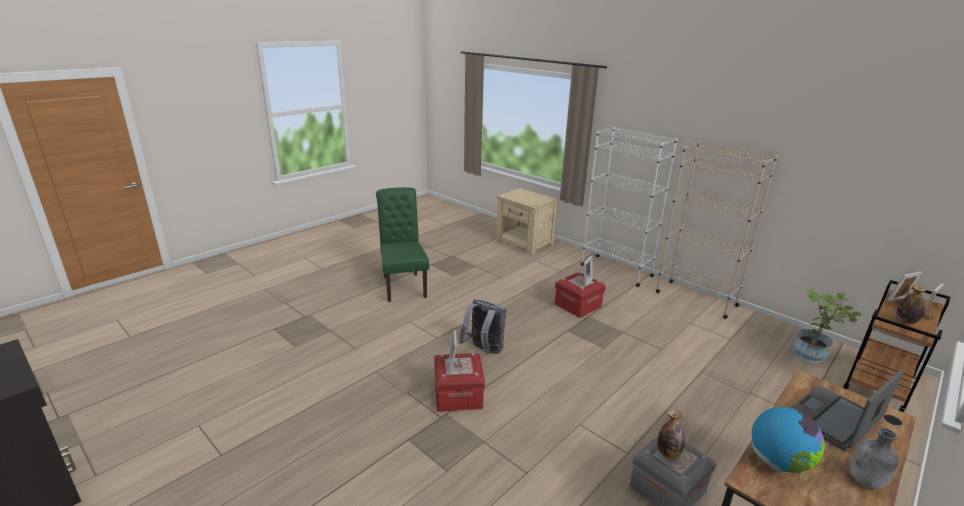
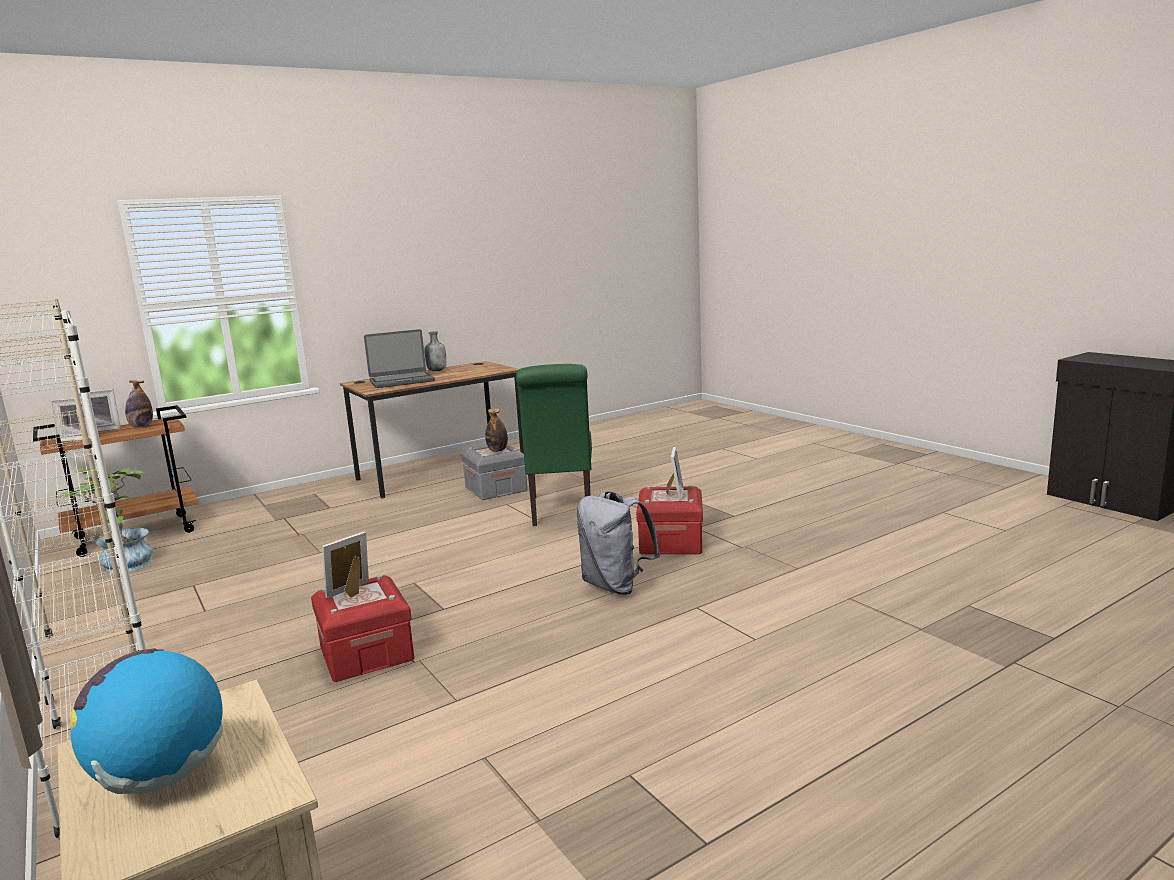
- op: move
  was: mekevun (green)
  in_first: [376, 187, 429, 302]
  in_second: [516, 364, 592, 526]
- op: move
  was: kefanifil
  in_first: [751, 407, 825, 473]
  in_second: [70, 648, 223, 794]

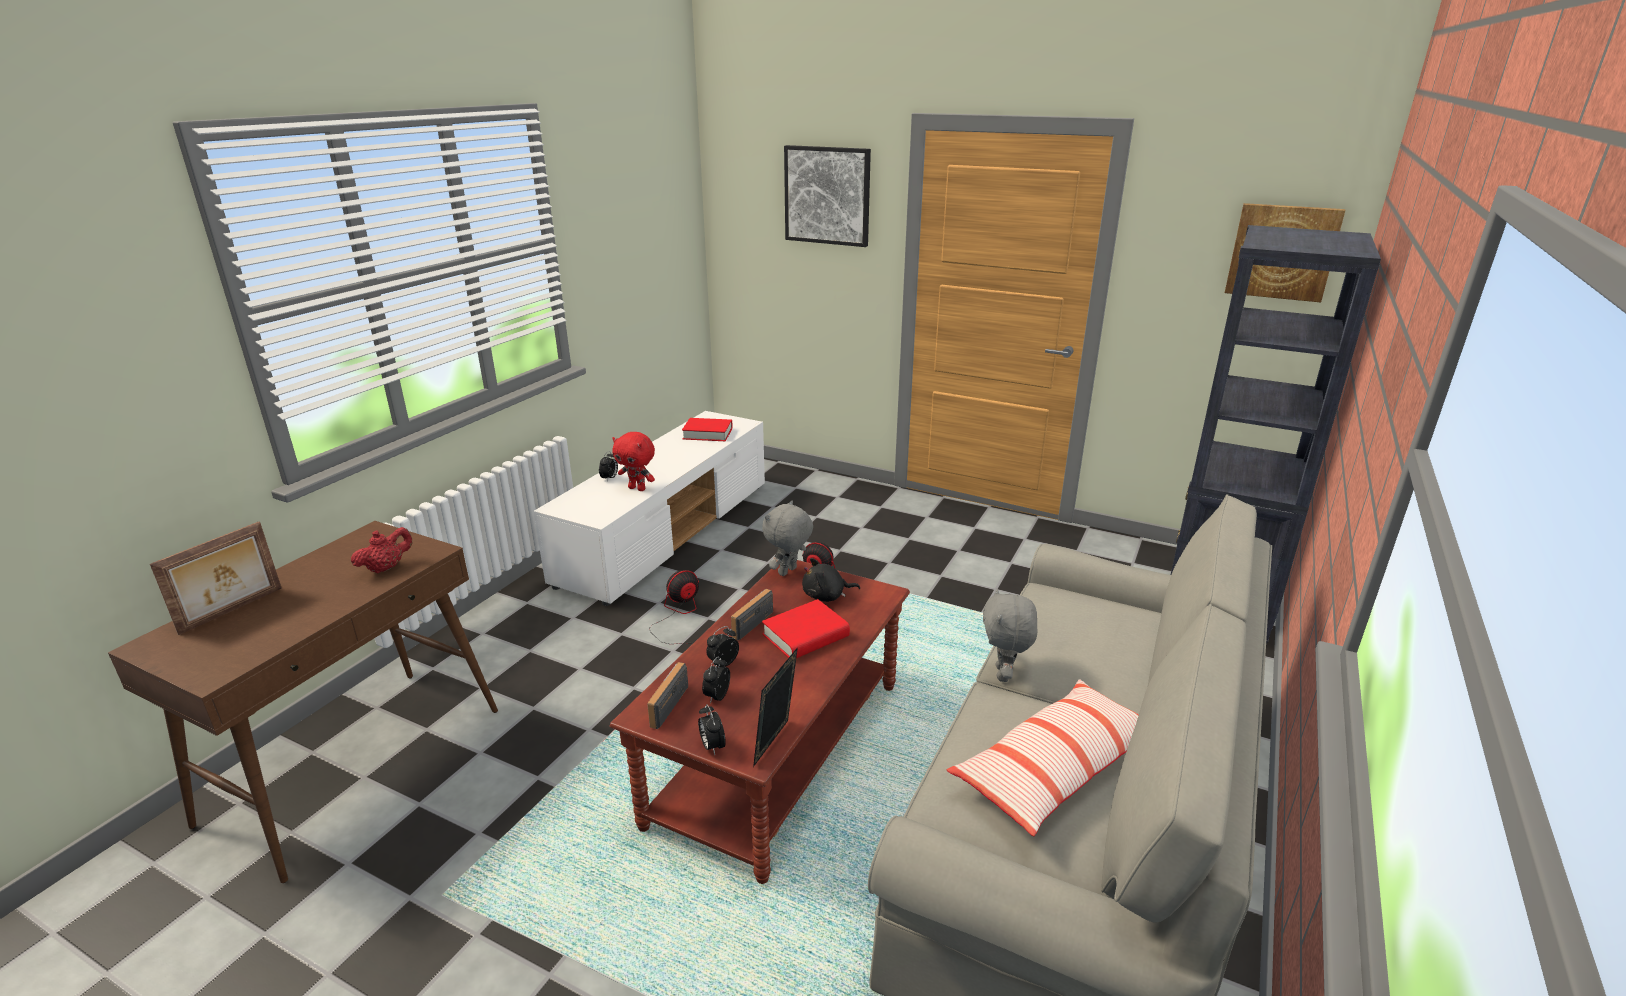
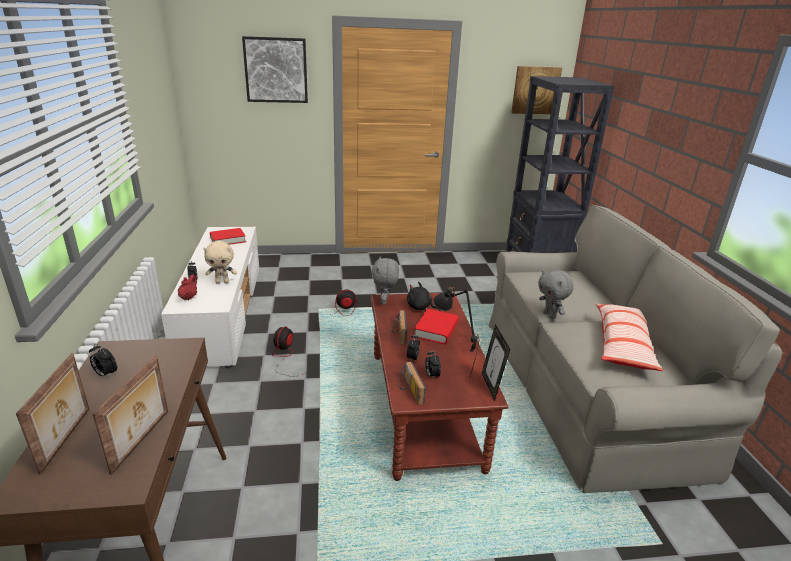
- op: insert
  now: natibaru
  in_second: [92, 356, 168, 475]
- op: insert
  now: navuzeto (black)
  in_second: [433, 285, 479, 378]
- op: move
  was: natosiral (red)
  in_first: [351, 527, 412, 573]
  in_second: [178, 275, 197, 301]
- op: move
  was: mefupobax
  in_first: [698, 704, 726, 755]
  in_second: [89, 344, 117, 377]
- op: recolor
  was: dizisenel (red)
  now: dizisenel (beige)
  in_first: [612, 432, 655, 491]
  in_second: [203, 241, 237, 283]
- op: rotate
  was: dizisenel (black)
  in_first: [802, 558, 860, 602]
  in_second: [407, 282, 441, 311]
  clockwise: 75

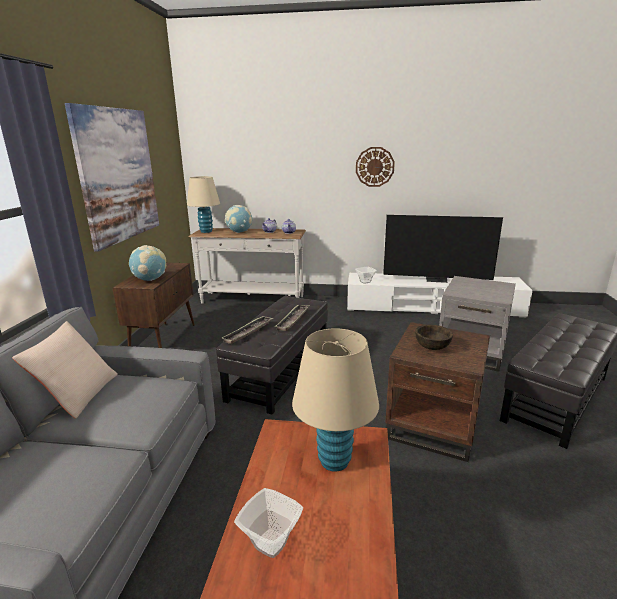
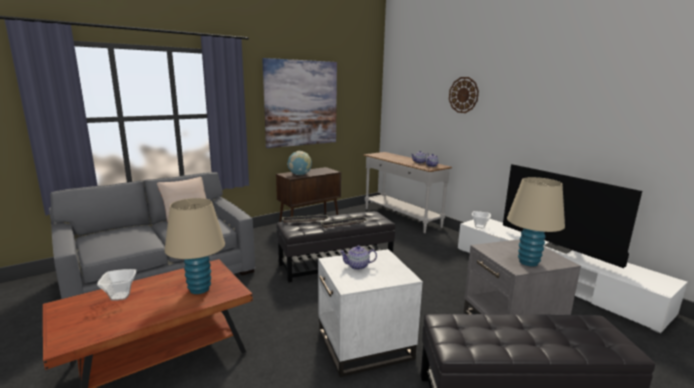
- op: delete
  was: kefanifil
  in_first: [225, 205, 252, 233]
- op: move
  was: navuzeto (beige)
  in_first: [187, 176, 220, 233]
  in_second: [507, 177, 565, 267]
- op: move
  was: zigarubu
  in_first: [356, 147, 395, 187]
  in_second: [449, 77, 479, 113]
- op: replace
  was: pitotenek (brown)
  now: natosiral
  in_first: [415, 325, 453, 350]
  in_second: [339, 245, 377, 270]
- op: recolor
  was: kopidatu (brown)
  now: kopidatu (white)
  in_first: [385, 322, 490, 462]
  in_second: [318, 249, 423, 377]

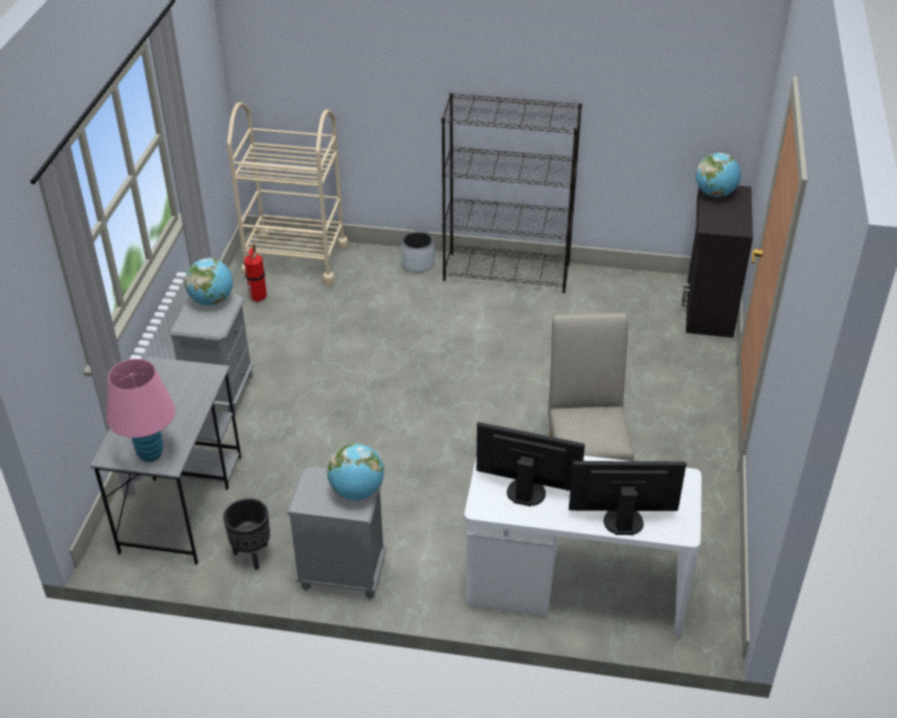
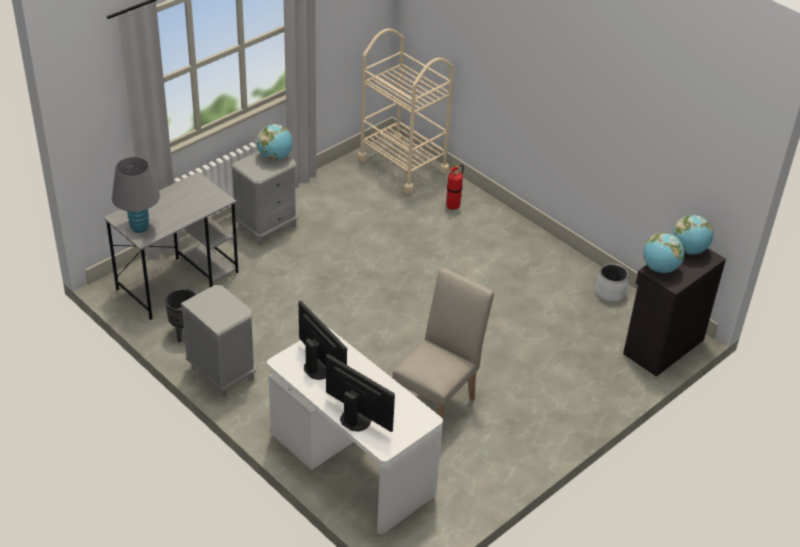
- op: delete
  was: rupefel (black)
  in_first: [441, 93, 582, 293]
- op: move
  was: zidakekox
  in_first: [244, 244, 267, 302]
  in_second: [446, 164, 464, 210]
- op: move
  was: kefanifil
  in_first: [327, 443, 384, 500]
  in_second: [643, 233, 685, 273]
- op: move
  was: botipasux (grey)
  in_first: [401, 230, 435, 272]
  in_second: [596, 263, 630, 302]
- op: recolor
  was: navuzeto (pink)
  now: navuzeto (grey)
  in_first: [107, 359, 175, 462]
  in_second: [112, 157, 160, 233]

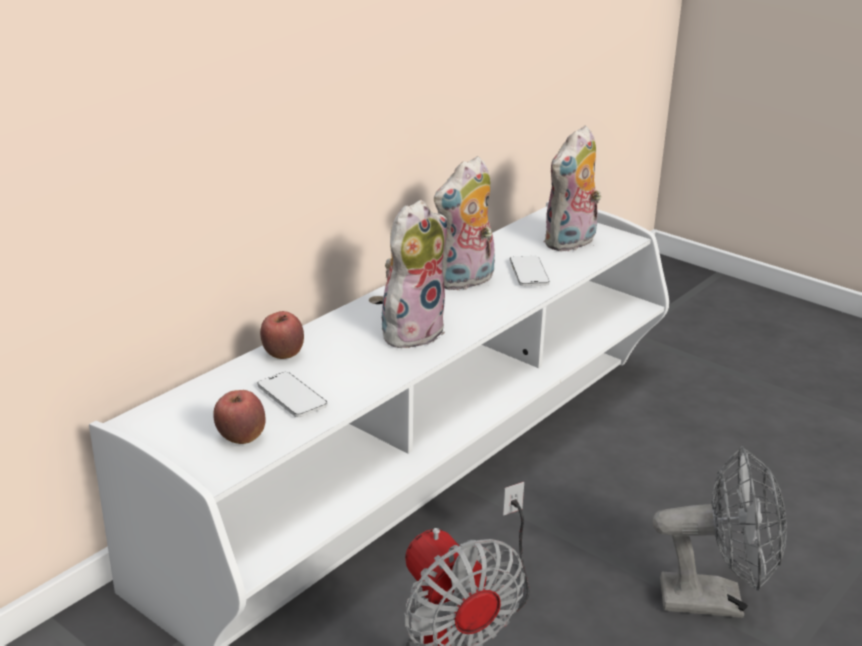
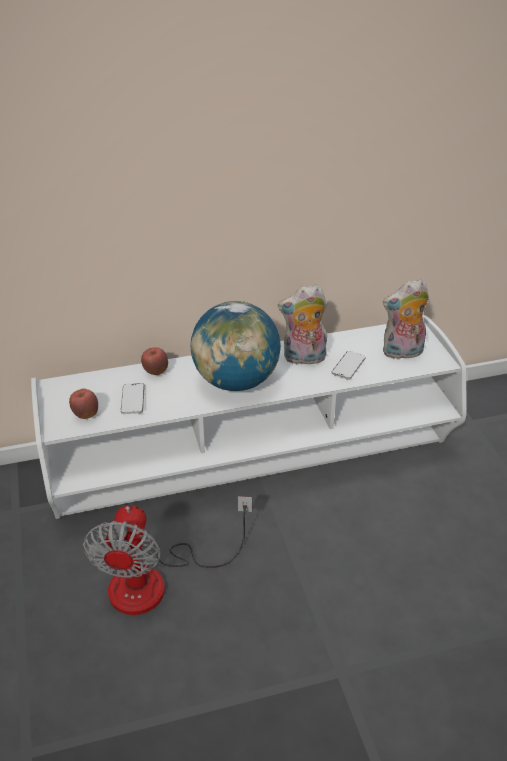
- op: delete
  was: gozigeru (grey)
  in_first: [653, 446, 787, 618]
- op: replace
  was: dizisenel
  now: kefanifil
  in_first: [382, 200, 447, 350]
  in_second: [191, 301, 281, 391]

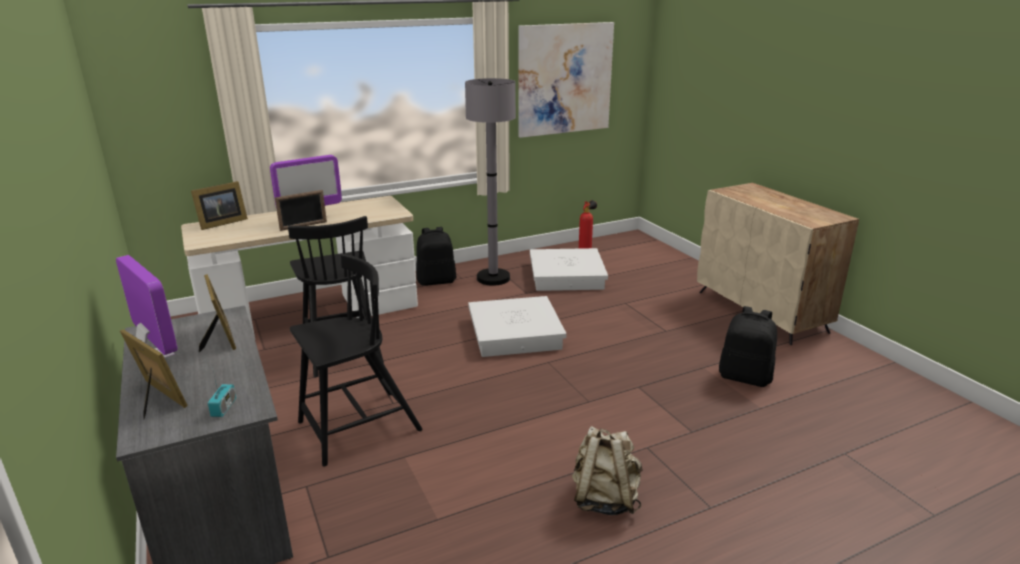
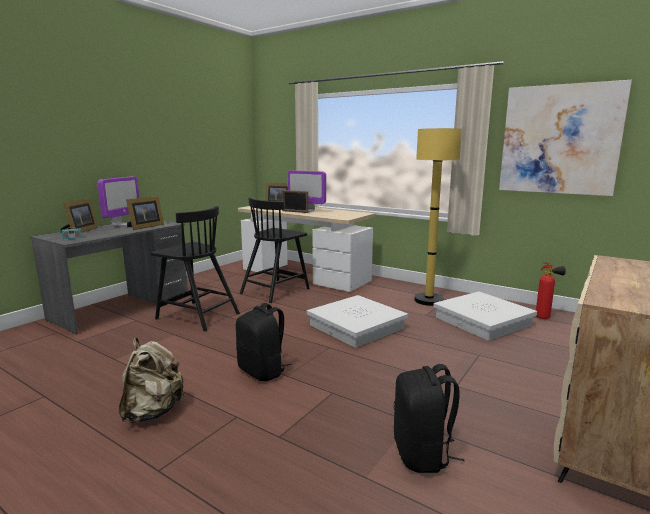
- op: move
  was: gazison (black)
  in_first: [416, 227, 457, 286]
  in_second: [236, 303, 291, 381]
- op: recolor
  was: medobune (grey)
  now: medobune (yellow)
  in_first: [465, 78, 516, 286]
  in_second: [414, 128, 462, 306]

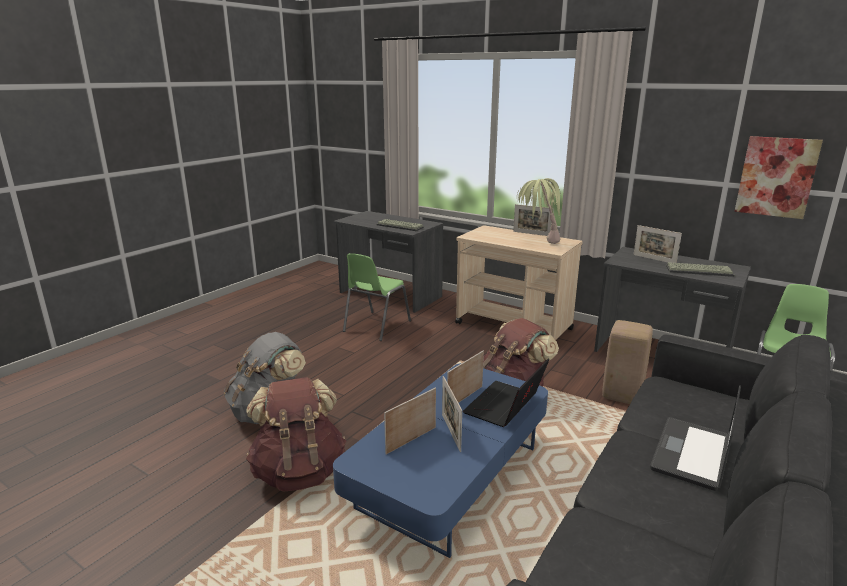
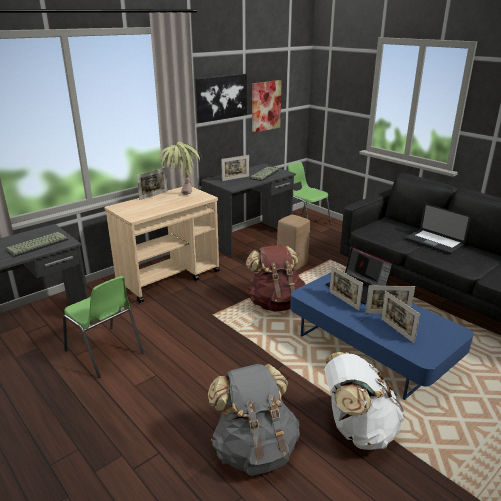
- op: insert
  now: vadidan
  in_second: [195, 74, 247, 123]
- op: recolor
  was: gazison (brown)
  now: gazison (white)
  in_first: [246, 377, 346, 492]
  in_second: [324, 352, 405, 450]

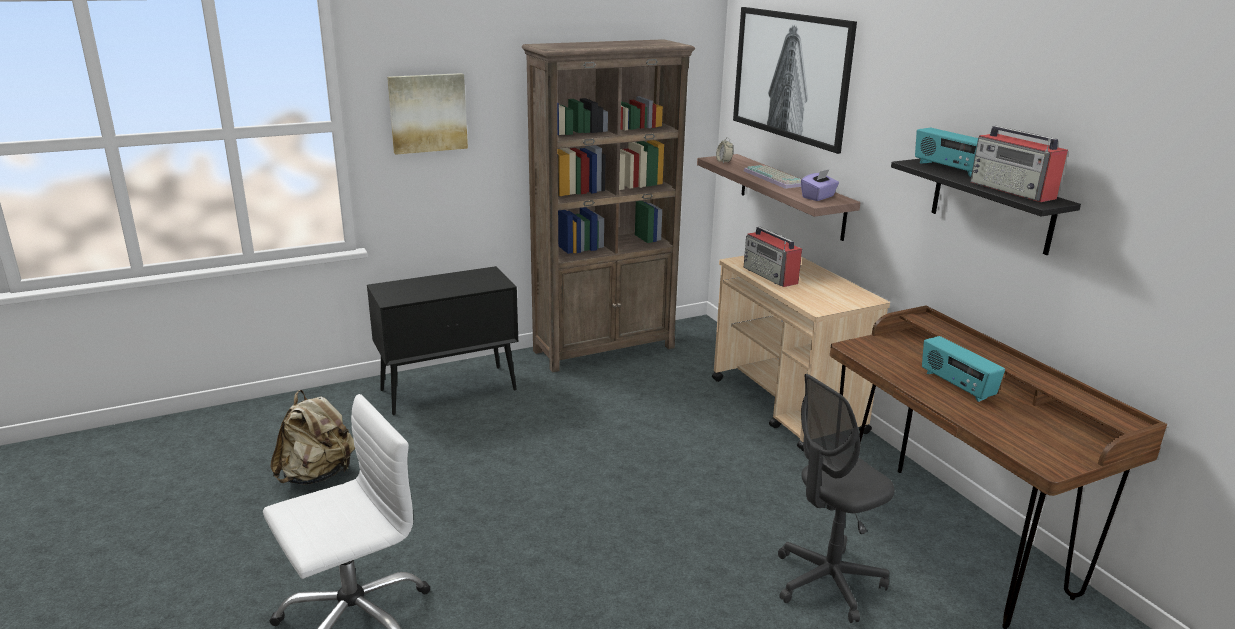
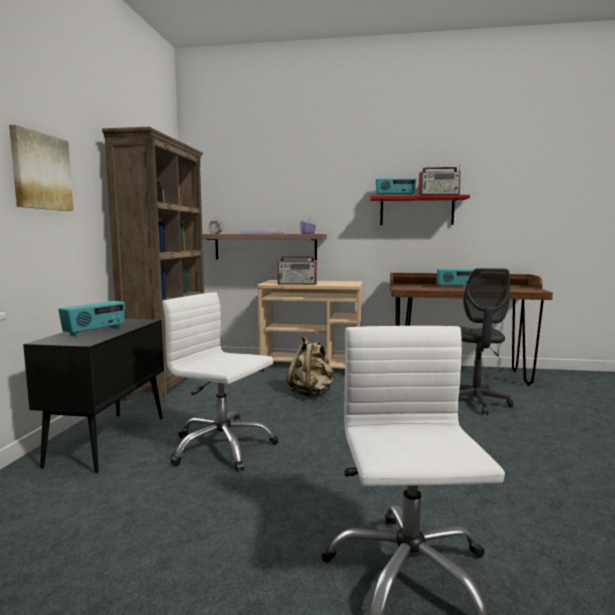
- op: delete
  was: vadidan
  in_first: [733, 7, 857, 154]
- op: insert
  now: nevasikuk
  in_second: [58, 301, 125, 337]
- op: insert
  now: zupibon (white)
  in_second: [163, 292, 278, 471]
- op: move
  was: gazison (beige)
  in_first: [270, 390, 355, 485]
  in_second: [287, 336, 334, 396]
- op: recolor
  was: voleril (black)
  now: voleril (red)
  in_first: [891, 159, 1081, 255]
  in_second: [370, 195, 470, 225]

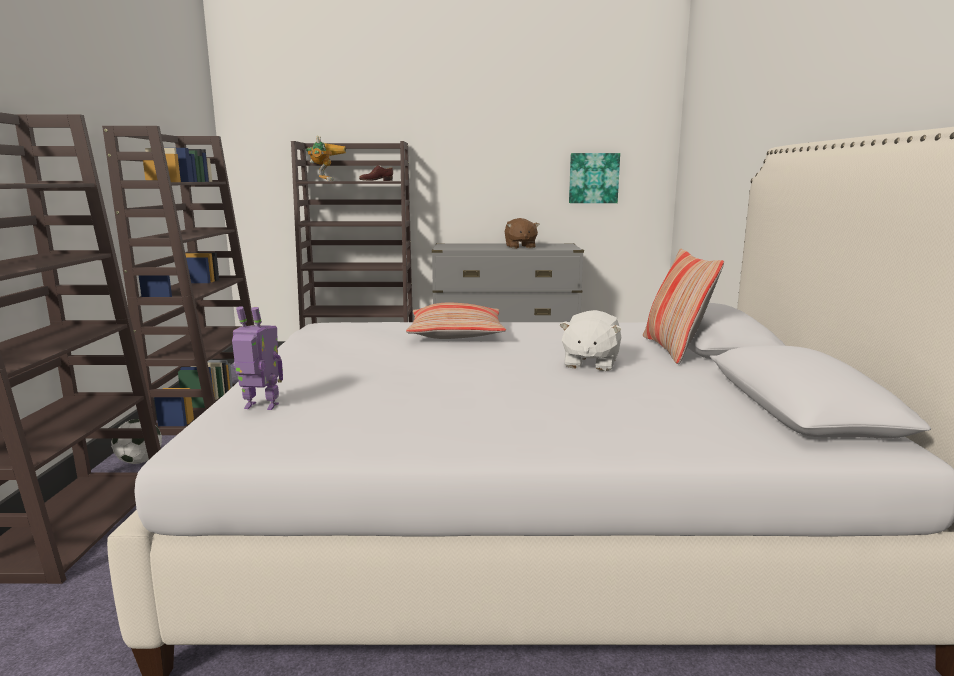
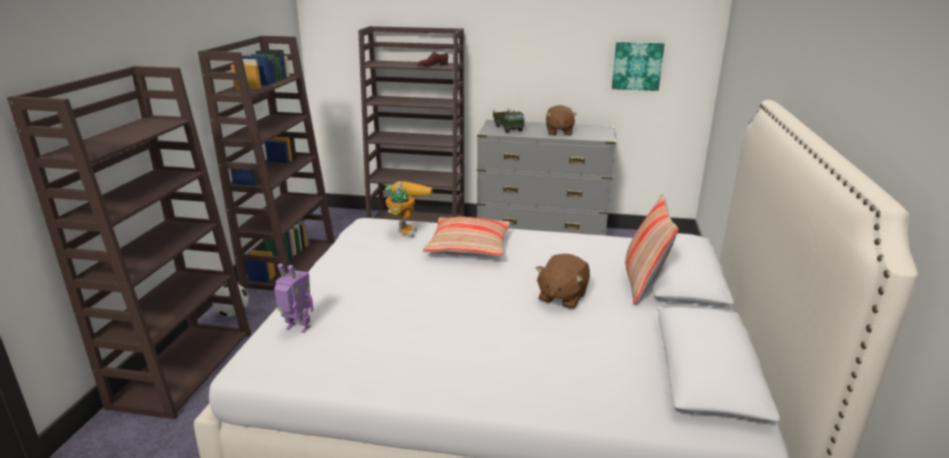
- op: insert
  now: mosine
  in_second: [493, 109, 525, 133]
- op: move
  was: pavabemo
  in_first: [306, 136, 346, 181]
  in_second: [385, 181, 433, 238]
- op: recolor
  was: dizisenel (white)
  now: dizisenel (brown)
  in_first: [559, 310, 622, 371]
  in_second: [535, 254, 590, 309]

